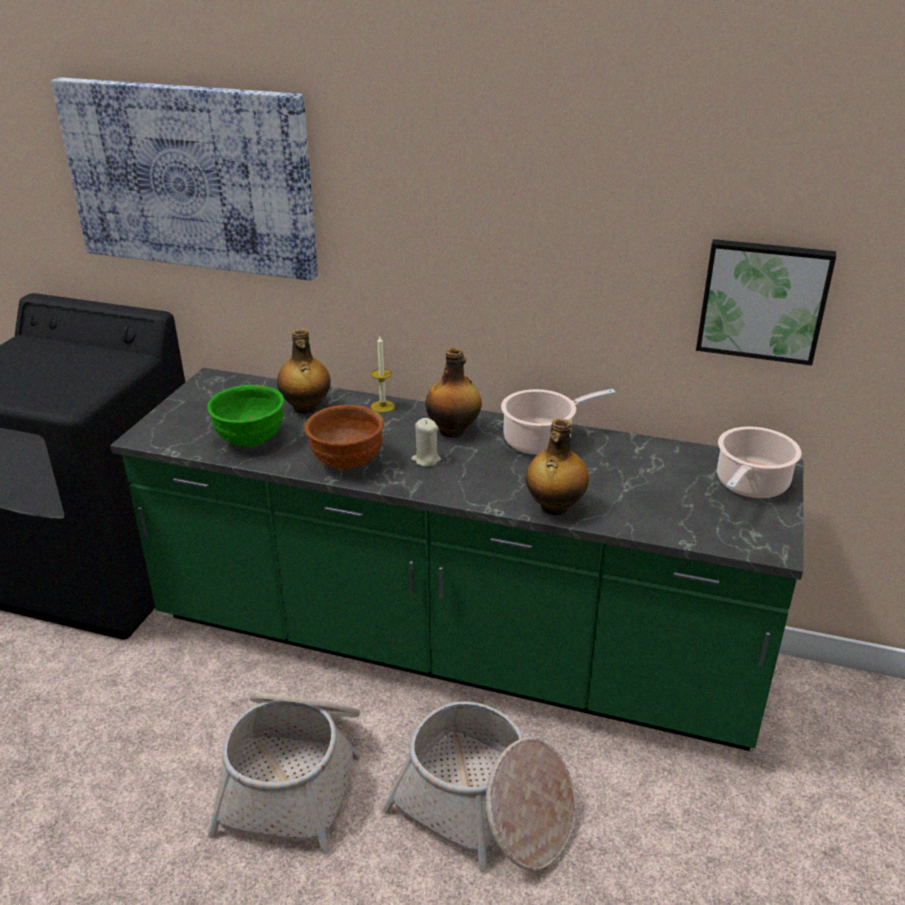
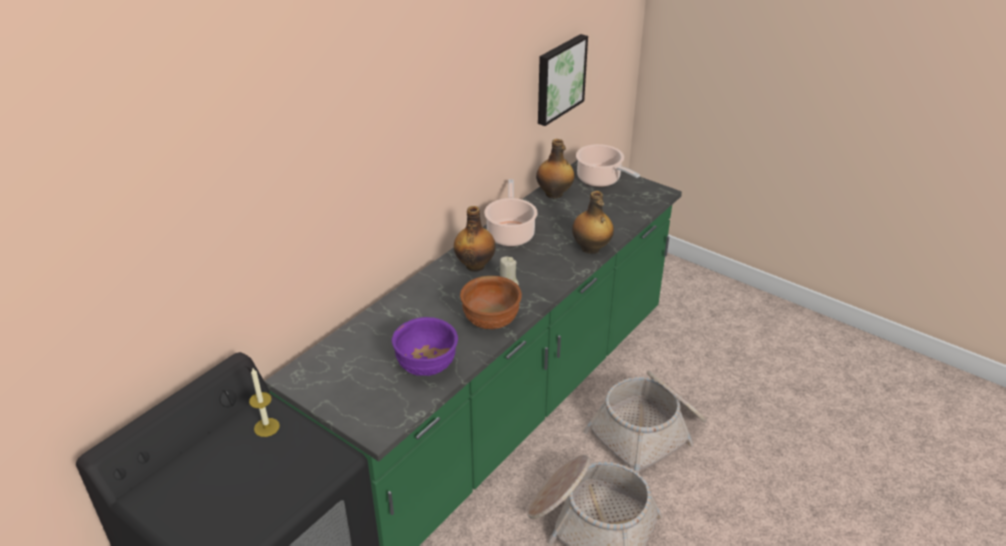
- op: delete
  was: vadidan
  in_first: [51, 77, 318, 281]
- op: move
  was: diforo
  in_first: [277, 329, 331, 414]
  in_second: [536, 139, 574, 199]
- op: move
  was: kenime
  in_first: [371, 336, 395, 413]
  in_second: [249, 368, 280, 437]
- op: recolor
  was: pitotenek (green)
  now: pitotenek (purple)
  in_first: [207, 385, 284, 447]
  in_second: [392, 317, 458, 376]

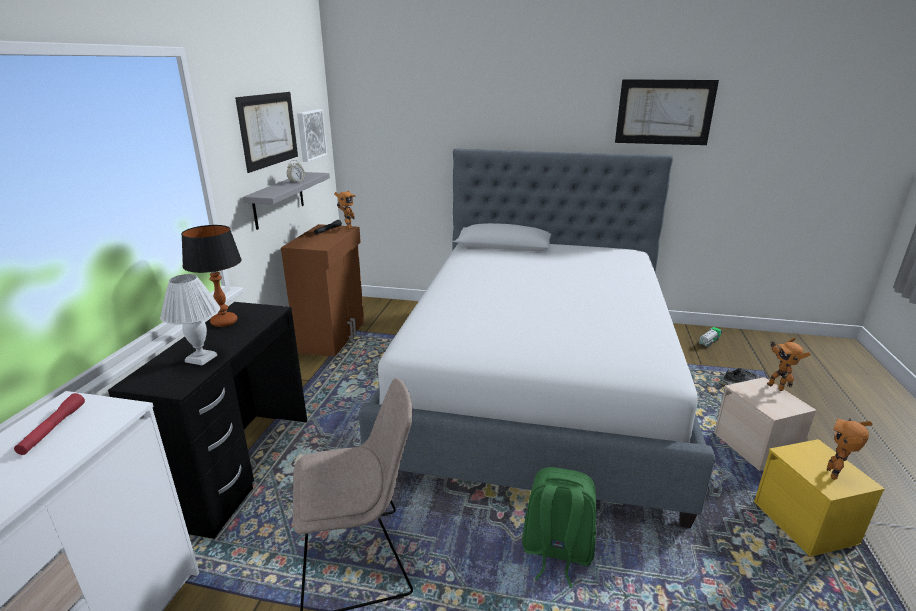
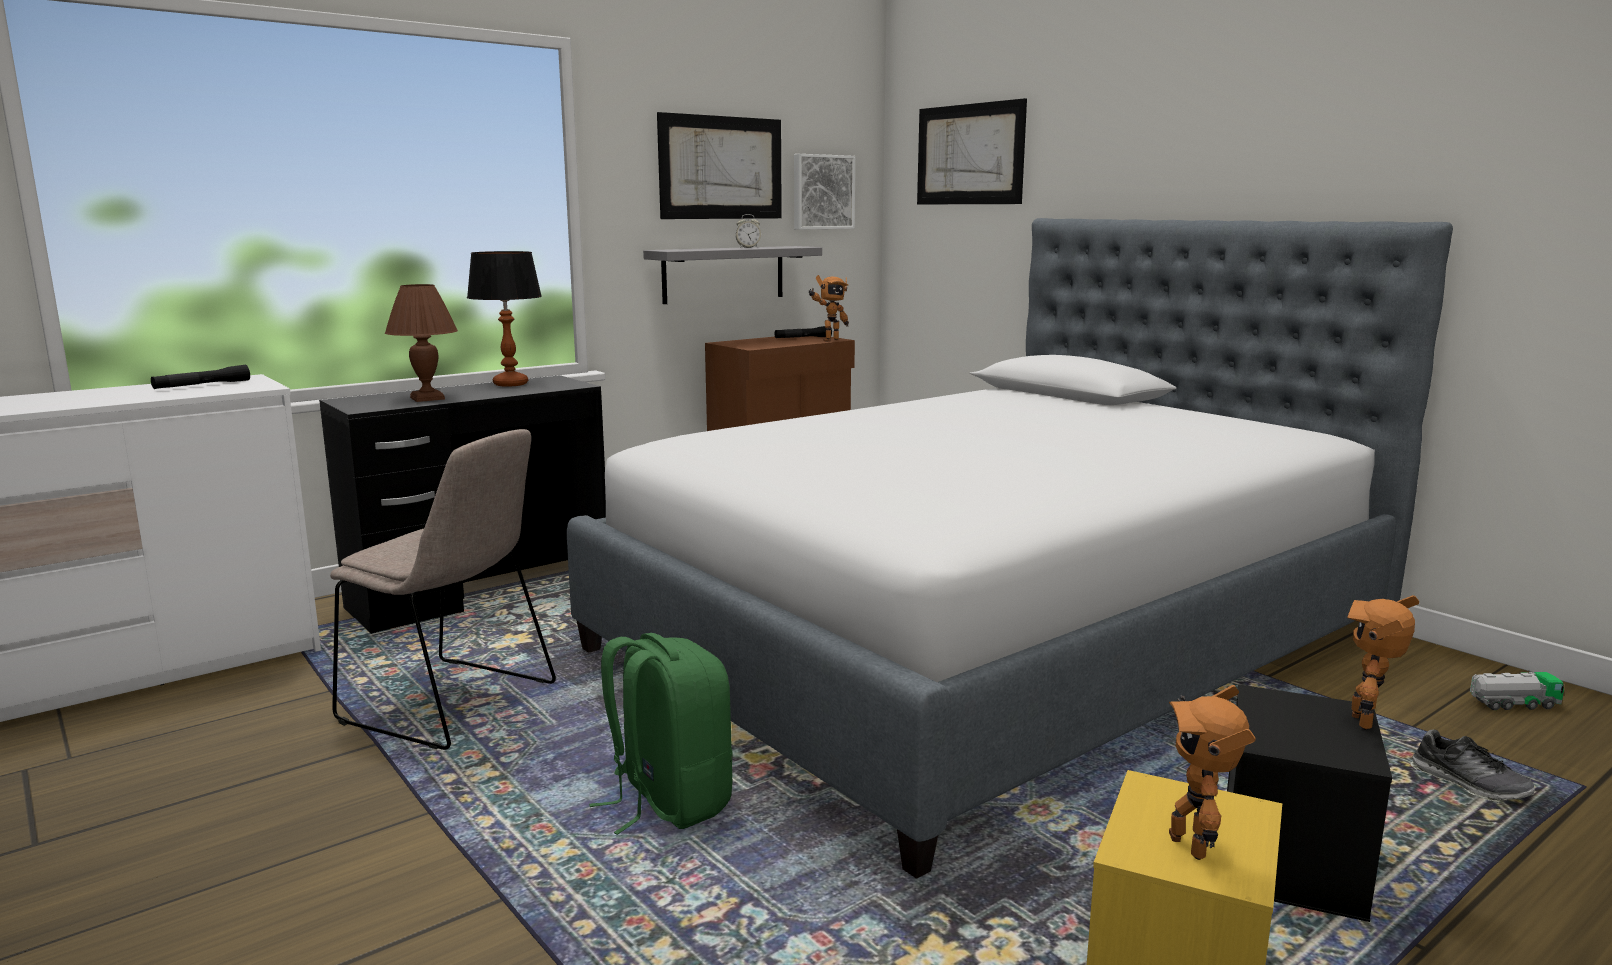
- op: move
  was: vadidan
  in_first: [615, 79, 719, 145]
  in_second: [917, 98, 1027, 204]
- op: recolor
  was: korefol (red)
  now: korefol (black)
  in_first: [14, 393, 85, 455]
  in_second: [151, 365, 250, 389]
- op: recolor
  was: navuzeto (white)
  now: navuzeto (brown)
  in_first: [160, 274, 220, 366]
  in_second: [385, 284, 458, 402]
- op: recolor
  was: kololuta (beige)
  now: kololuta (black)
  in_first: [713, 377, 817, 471]
  in_second: [1227, 684, 1392, 922]
- op: rotate
  was: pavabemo
  in_first: [827, 418, 873, 480]
  in_second: [1169, 685, 1255, 860]
  clockwise: -75

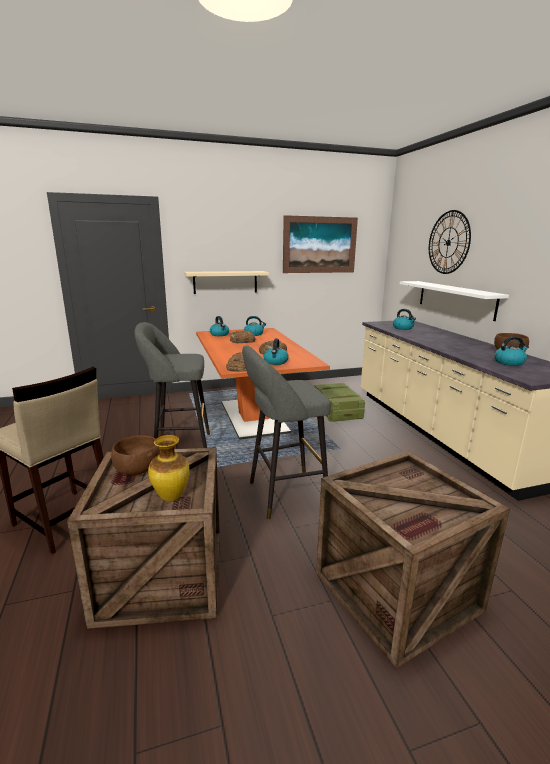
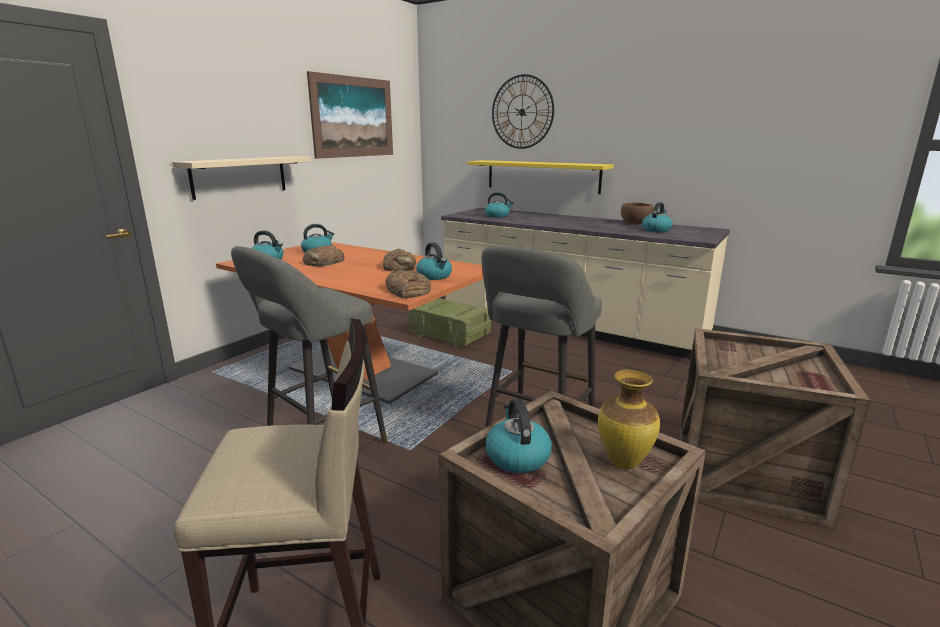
- op: replace
  was: pitotenek (brown)
  now: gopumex
  in_first: [111, 435, 160, 475]
  in_second: [485, 399, 552, 473]
- op: recolor
  was: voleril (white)
  now: voleril (yellow)
  in_first: [400, 281, 509, 321]
  in_second: [468, 160, 614, 194]

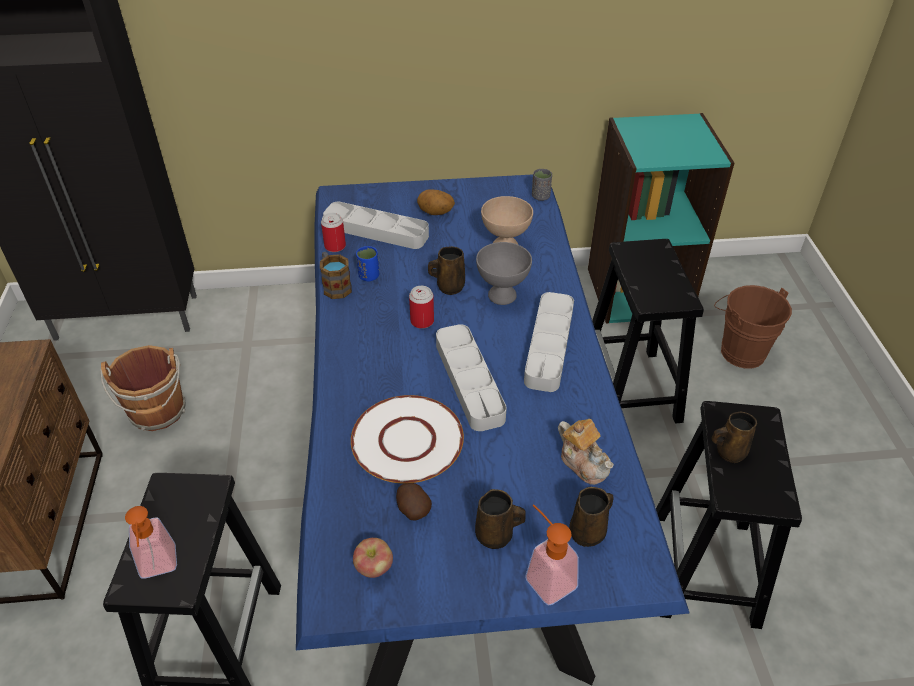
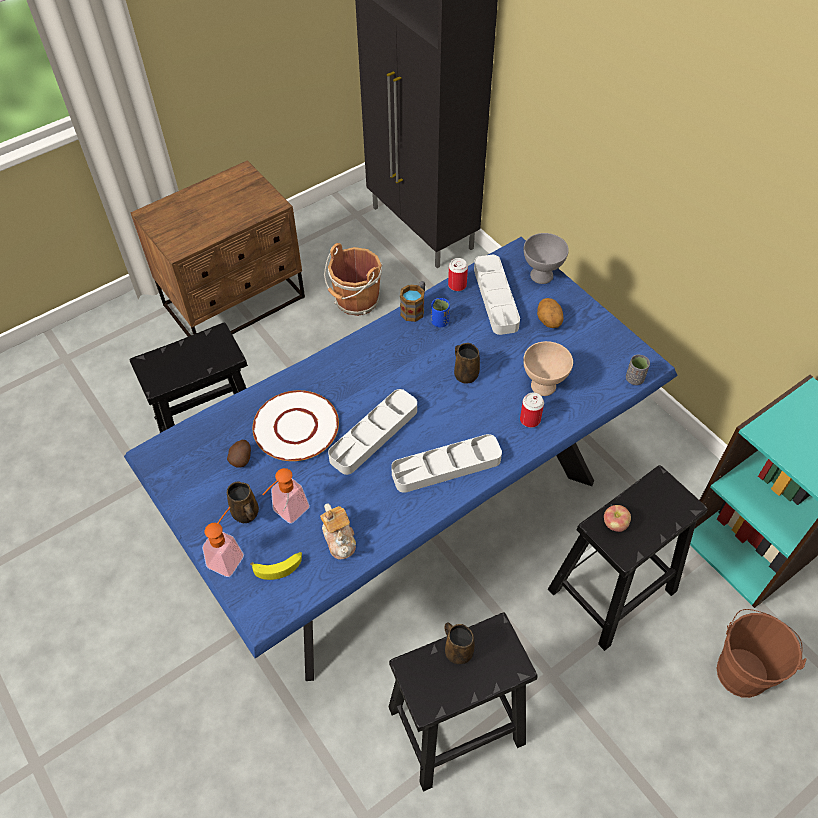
- op: move
  was: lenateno
  in_first: [125, 506, 177, 579]
  in_second: [262, 468, 310, 524]
- op: move
  was: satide
  in_first: [353, 538, 393, 578]
  in_second: [604, 505, 631, 532]
- op: move
  was: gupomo
  in_first: [409, 286, 434, 329]
  in_second: [520, 392, 544, 428]
- op: move
  was: pitotenek (grey)
  in_first: [476, 242, 532, 305]
  in_second: [524, 233, 569, 284]
- op: replace
  was: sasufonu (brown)
  now: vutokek
  in_first: [569, 487, 614, 547]
  in_second: [250, 552, 302, 580]
- op: rotate
  was: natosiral
  in_first: [558, 419, 614, 485]
  in_second: [320, 504, 356, 559]
  clockwise: -45

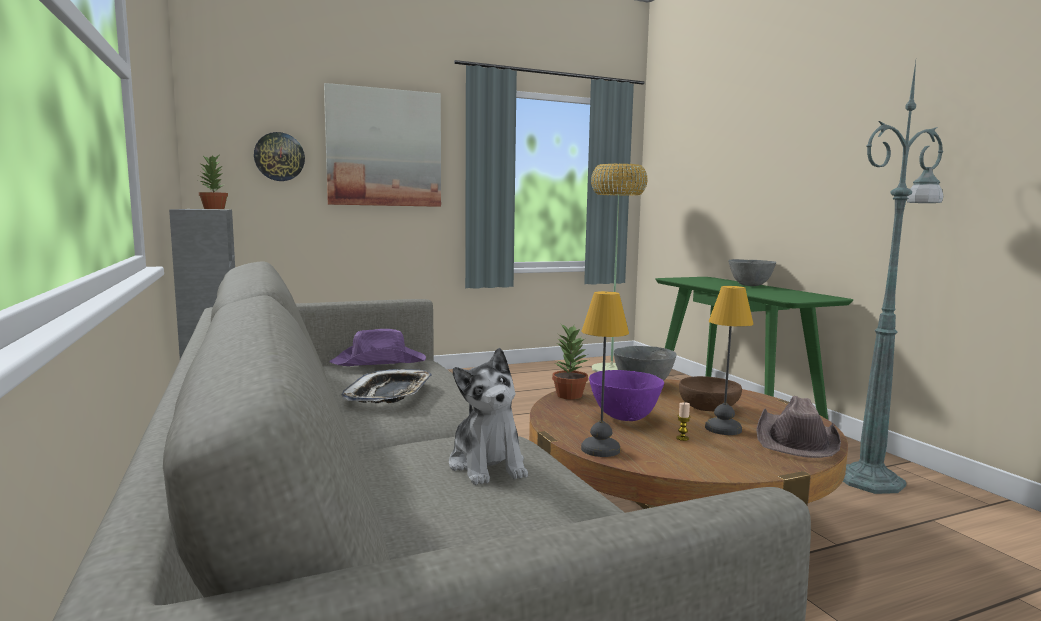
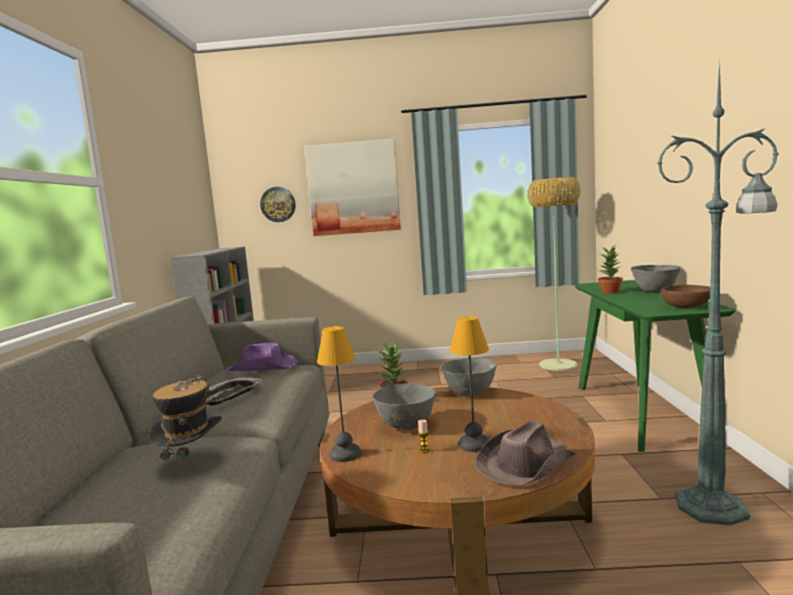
- op: move
  was: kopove
  in_first: [198, 155, 228, 209]
  in_second: [598, 244, 623, 294]
- op: move
  was: pitotenek (brown)
  in_first: [679, 376, 742, 411]
  in_second: [661, 285, 710, 308]
- op: replace
  was: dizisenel
  now: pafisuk
  in_first: [449, 348, 528, 485]
  in_second: [149, 376, 222, 479]
- op: recolor
  was: pitotenek (purple)
  now: pitotenek (grey)
  in_first: [589, 370, 664, 421]
  in_second: [372, 383, 435, 430]

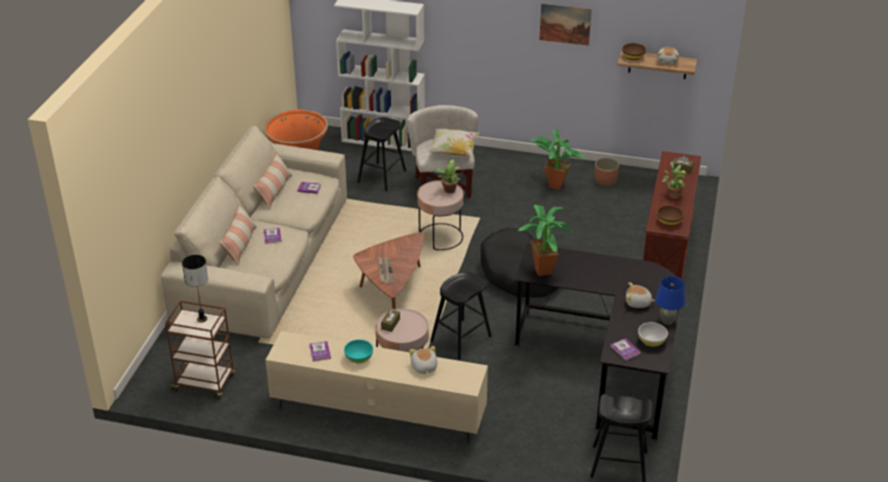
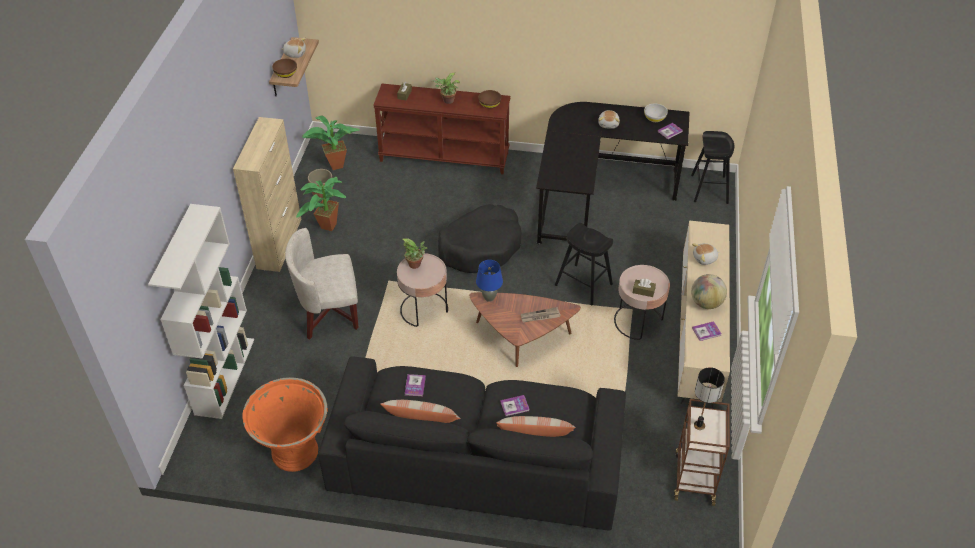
- op: delete
  was: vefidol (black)
  in_first: [357, 117, 406, 191]
- op: delete
  was: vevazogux
  in_first: [428, 129, 479, 156]
- op: delete
  was: vadidan
  in_first: [539, 3, 592, 46]
- op: insert
  now: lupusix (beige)
  in_second: [233, 117, 301, 272]
- op: move
  was: kopove
  in_first: [518, 205, 572, 276]
  in_second: [302, 115, 360, 170]
- op: move
  was: navuzeto (blue)
  in_first: [655, 276, 685, 325]
  in_second: [476, 260, 503, 302]
- op: replace
  was: pitotenek (turquoise)
  now: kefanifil
  in_first: [344, 339, 373, 364]
  in_second: [691, 274, 727, 309]
- op: recolor
  was: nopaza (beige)
  now: nopaza (black)
  in_first: [161, 126, 347, 339]
  in_second: [318, 357, 626, 531]

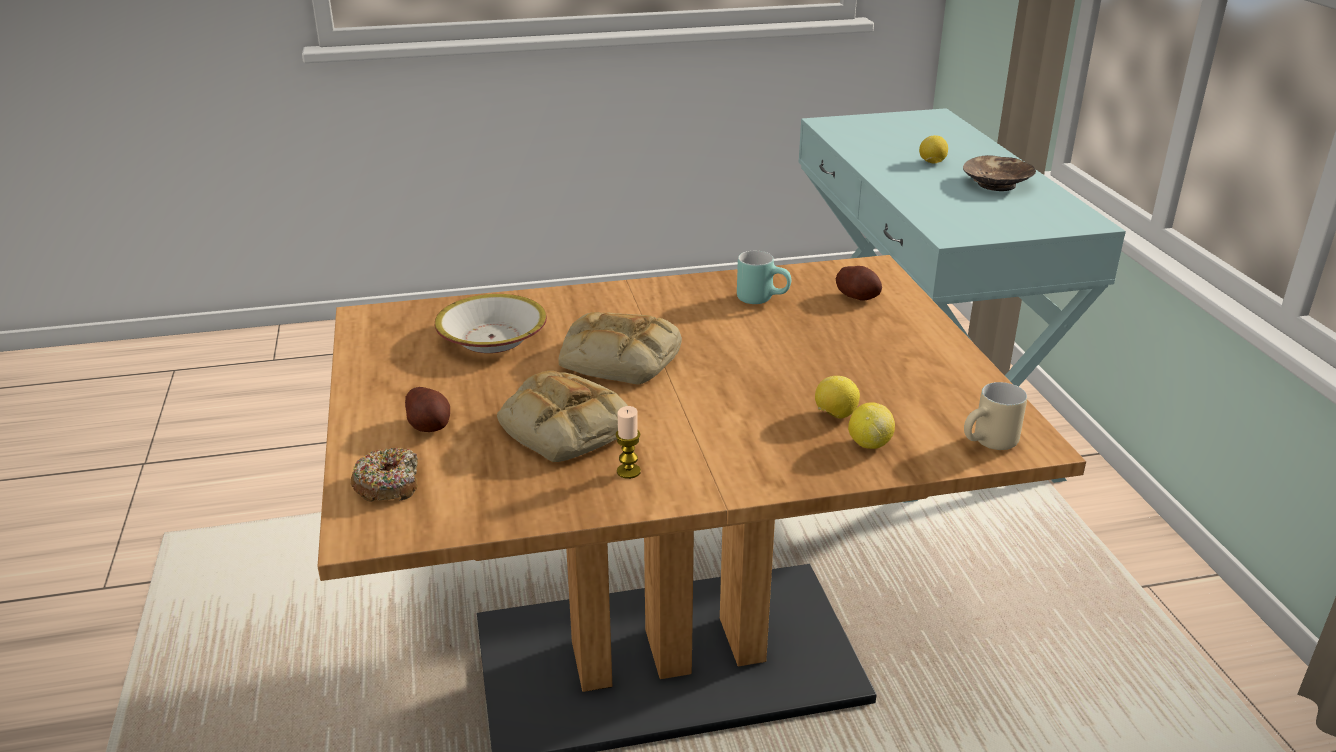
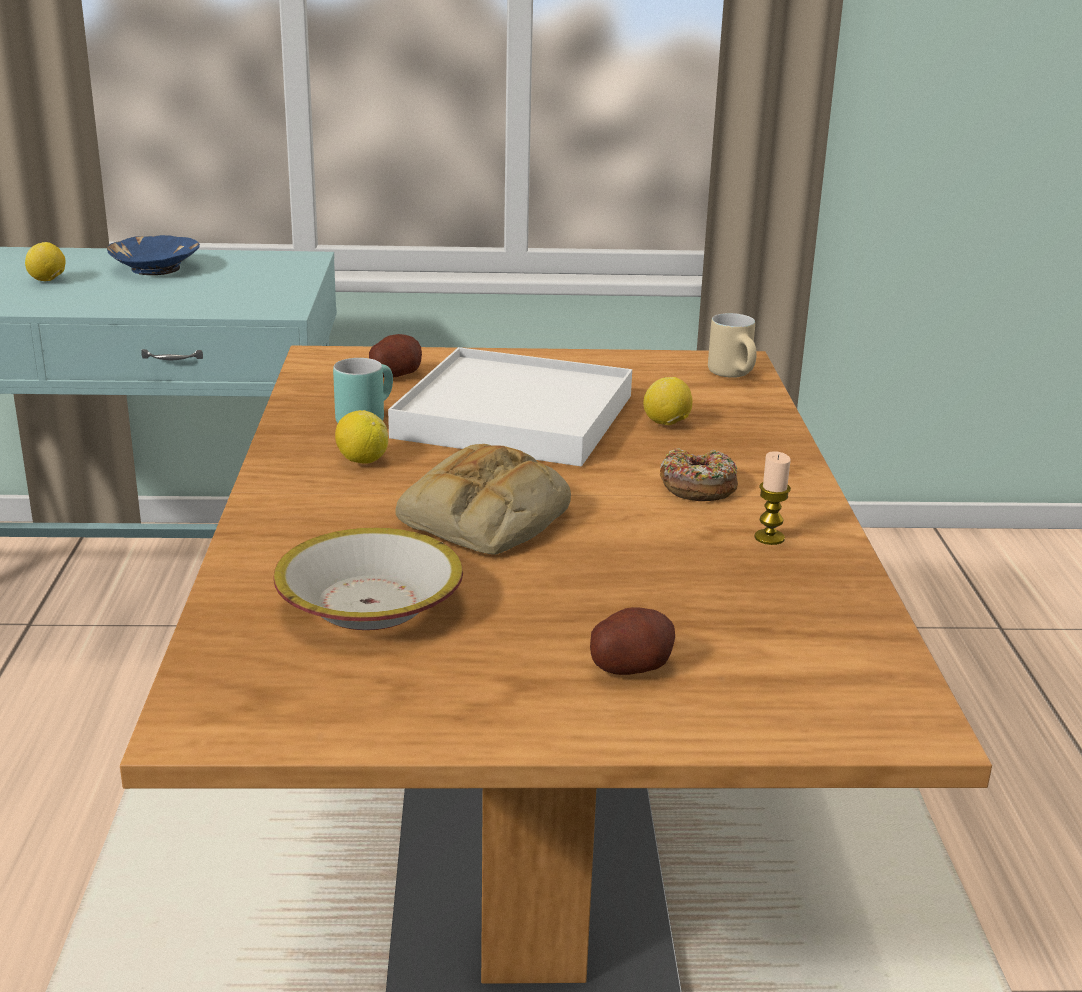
- op: delete
  was: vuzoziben
  in_first: [497, 371, 628, 462]
- op: insert
  now: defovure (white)
  in_second: [388, 347, 632, 466]
- op: move
  was: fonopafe
  in_first: [351, 447, 418, 502]
  in_second: [660, 448, 738, 501]
- op: move
  was: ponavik
  in_first: [848, 402, 895, 449]
  in_second: [335, 410, 388, 464]
- op: recolor
  was: pitotenek (brown)
  now: pitotenek (blue)
  in_first: [963, 155, 1036, 191]
  in_second: [107, 235, 200, 275]

